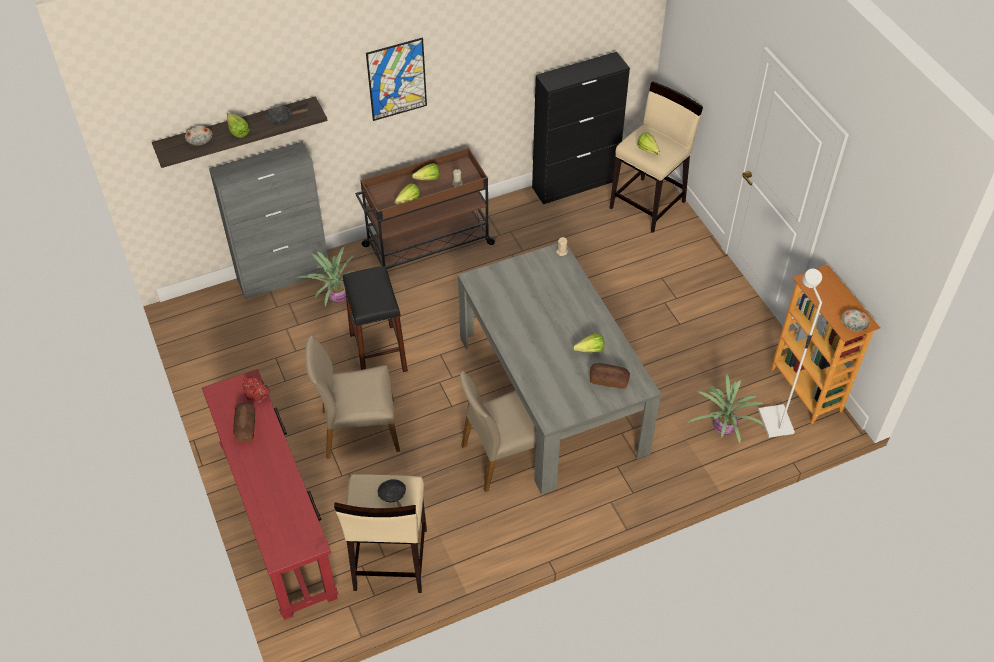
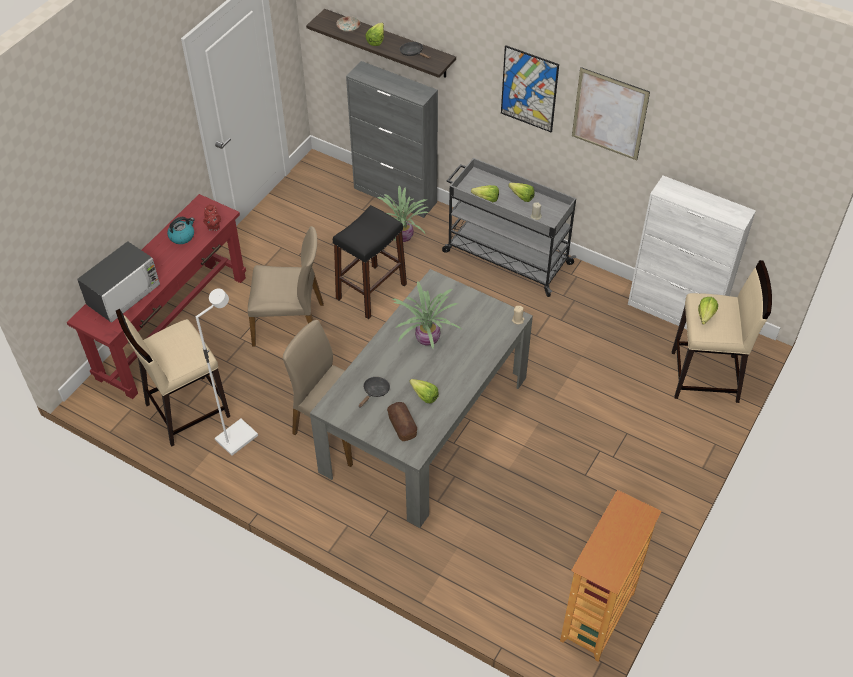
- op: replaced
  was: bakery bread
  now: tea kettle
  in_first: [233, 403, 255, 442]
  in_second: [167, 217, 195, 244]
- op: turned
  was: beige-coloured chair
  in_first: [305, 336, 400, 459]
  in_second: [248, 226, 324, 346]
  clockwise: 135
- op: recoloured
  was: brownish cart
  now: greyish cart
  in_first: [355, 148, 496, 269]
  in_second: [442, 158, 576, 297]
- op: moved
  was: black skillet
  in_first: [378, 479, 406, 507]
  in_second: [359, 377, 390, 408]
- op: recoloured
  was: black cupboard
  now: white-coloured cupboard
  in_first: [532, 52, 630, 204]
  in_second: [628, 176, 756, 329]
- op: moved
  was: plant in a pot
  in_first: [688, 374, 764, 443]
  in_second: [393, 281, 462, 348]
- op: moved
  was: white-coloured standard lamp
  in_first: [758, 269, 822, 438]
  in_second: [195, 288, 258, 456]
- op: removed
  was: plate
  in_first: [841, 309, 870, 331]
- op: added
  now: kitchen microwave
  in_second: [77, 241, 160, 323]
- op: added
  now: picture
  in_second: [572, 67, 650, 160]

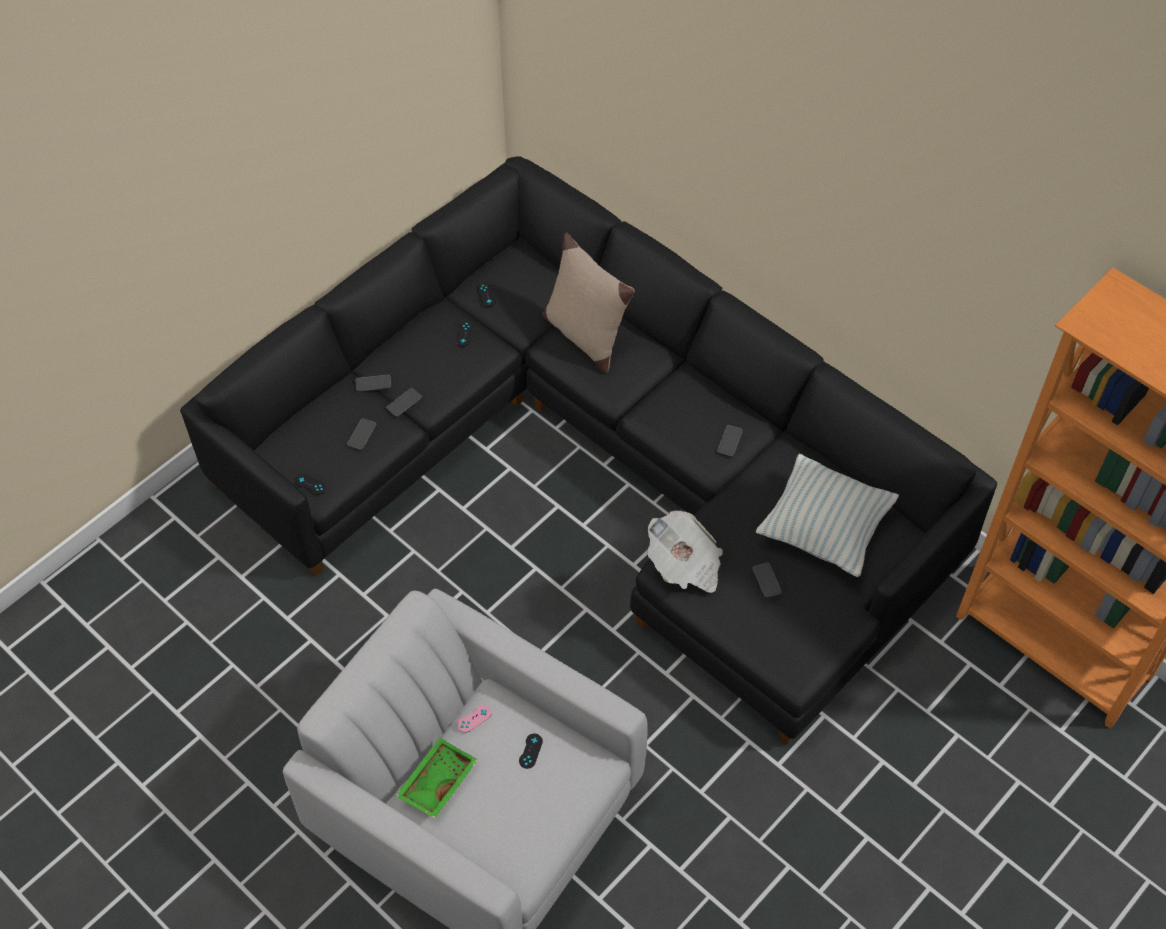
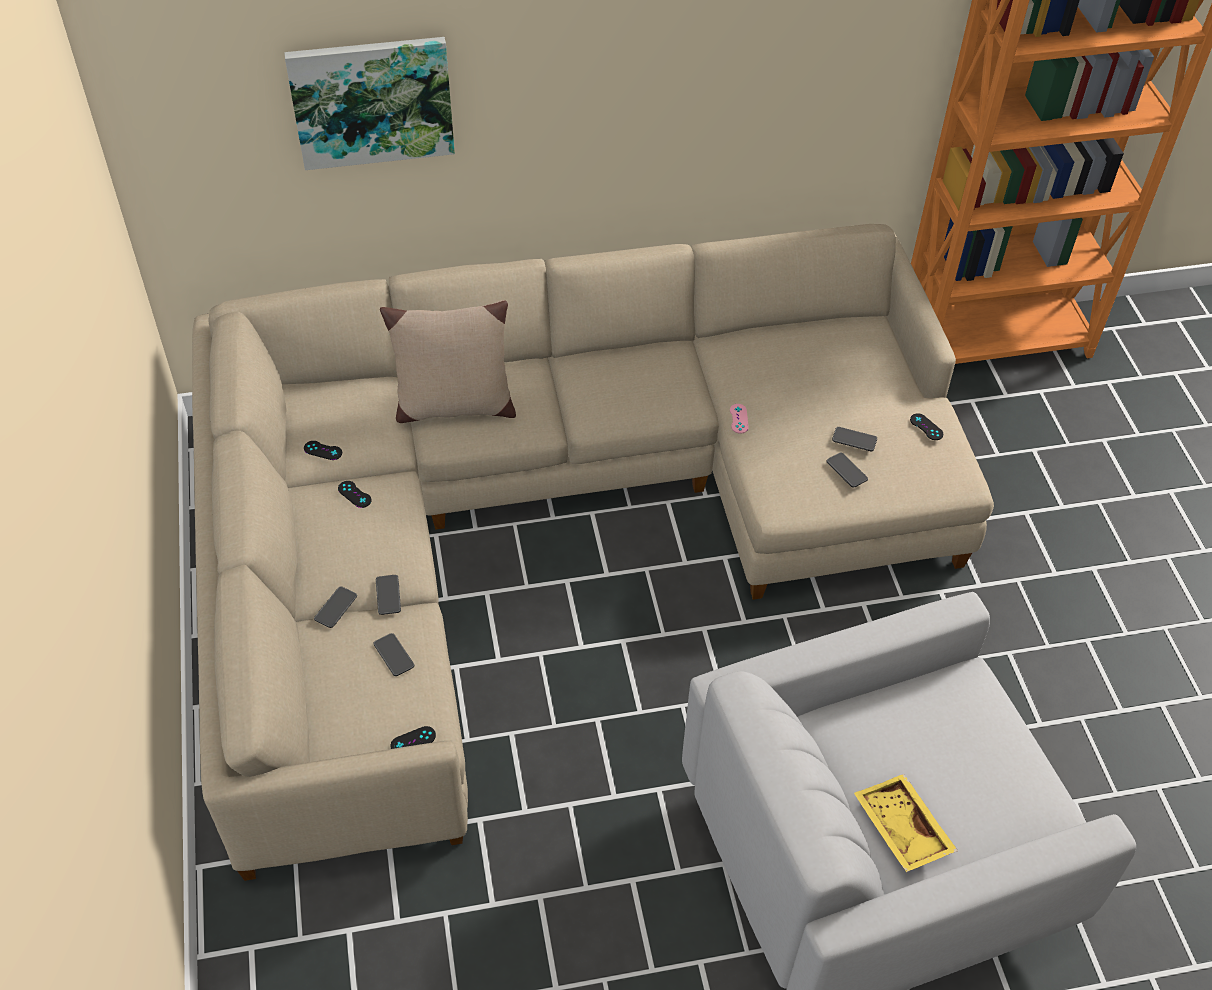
- op: recoloured
  was: black couch
  now: beige-coloured couch
  in_first: [180, 156, 997, 745]
  in_second: [192, 224, 994, 881]
- op: recoloured
  was: green carrying tray
  now: yellow carrying tray
  in_first: [395, 738, 478, 819]
  in_second: [854, 774, 958, 872]
- op: moved
  was: pink gamepad
  in_first: [457, 705, 491, 733]
  in_second: [730, 404, 749, 434]
- op: moved
  was: black gamepad
  in_first: [519, 734, 543, 769]
  in_second: [910, 413, 944, 440]
- op: removed
  was: newspaper
  in_first: [647, 511, 723, 593]
- op: moved
  was: telephone
  in_first: [717, 425, 743, 457]
  in_second: [826, 453, 868, 488]
- op: removed
  was: cushion
  in_first: [756, 454, 899, 577]
- op: added
  now: picture
  in_second: [284, 37, 455, 170]

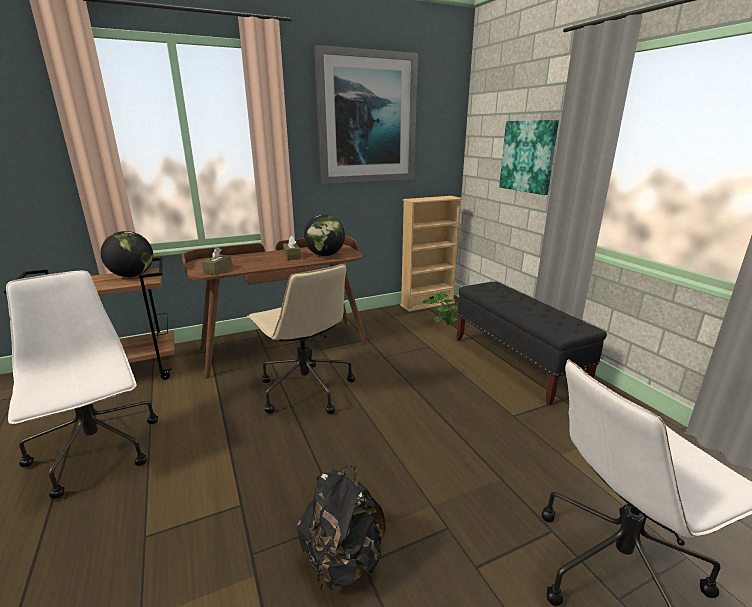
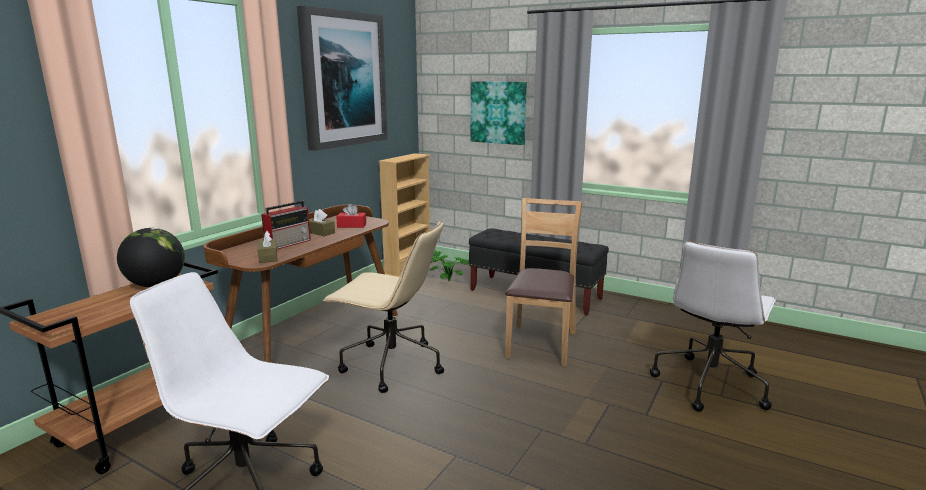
- op: removed
  was: black knapsack
  in_first: [297, 465, 386, 590]
- op: replaced
  was: globe
  now: red tissue box
  in_first: [304, 215, 345, 256]
  in_second: [336, 204, 366, 228]
- op: added
  now: radio set
  in_second: [261, 201, 311, 249]
- op: added
  now: brownish chair
  in_second: [505, 198, 583, 366]

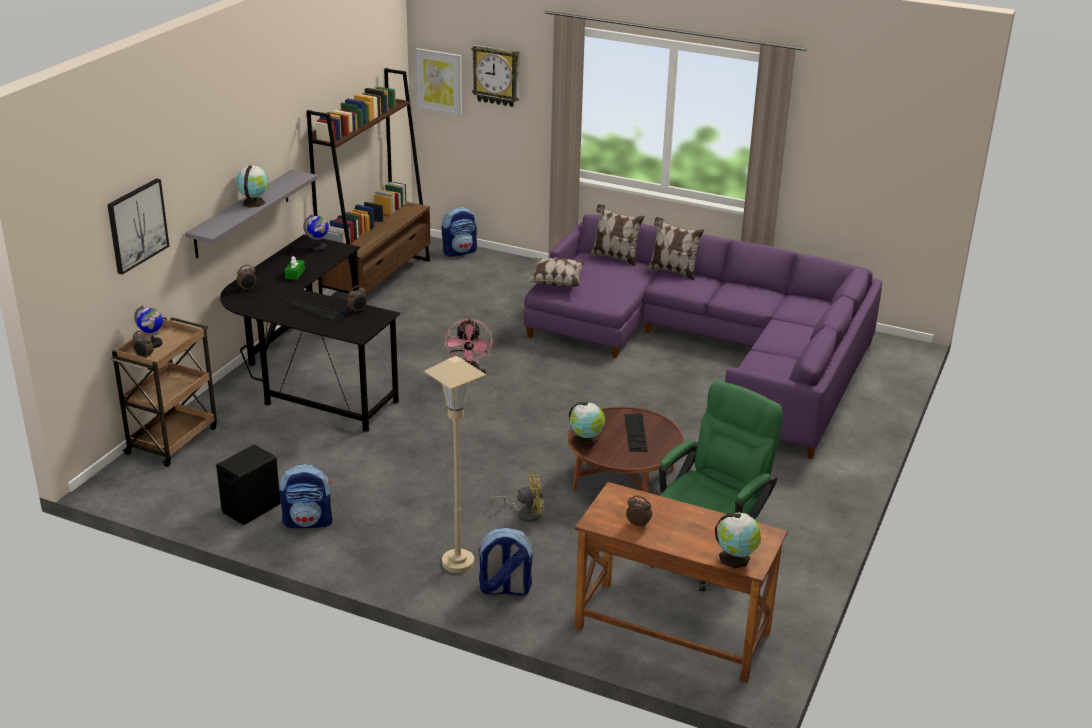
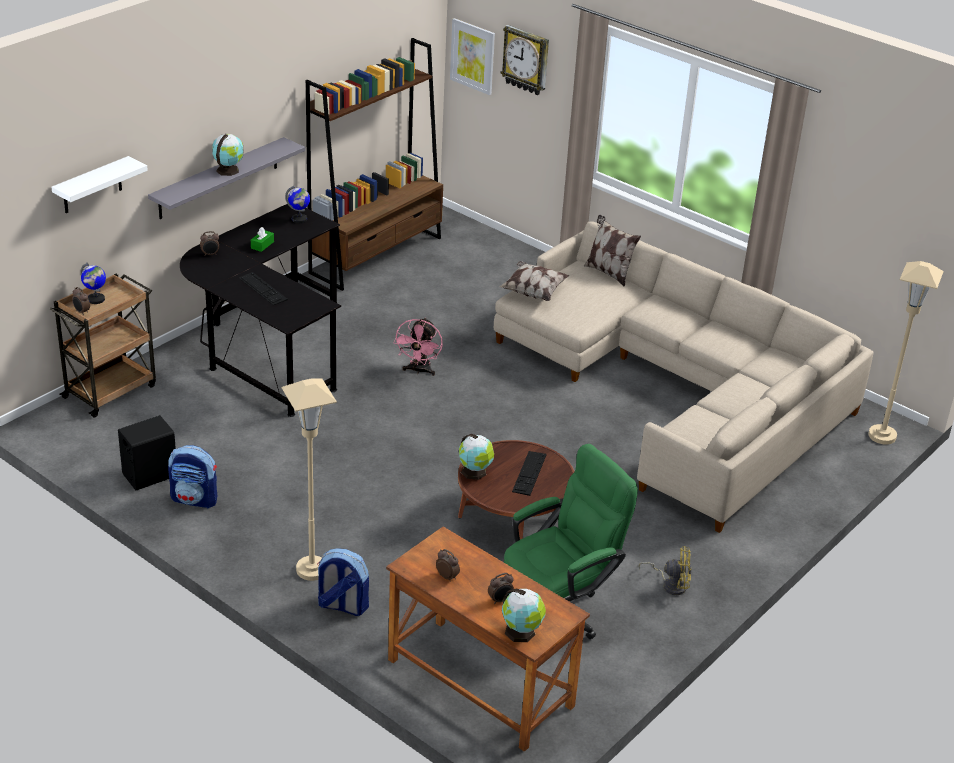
- op: replaced
  was: picture
  now: white-coloured wall shelf
  in_first: [107, 178, 169, 275]
  in_second: [51, 156, 148, 213]
- op: moved
  was: alarm clock
  in_first: [347, 286, 367, 313]
  in_second: [488, 573, 514, 604]
- op: removed
  was: knapsack
  in_first: [442, 207, 477, 257]
- op: moved
  was: yellow cooling fan
  in_first: [490, 473, 544, 522]
  in_second: [639, 546, 692, 595]
- op: recoloured
  was: purple-coloured couch
  now: beige-coloured couch
  in_first: [524, 214, 882, 459]
  in_second: [494, 222, 873, 533]
- op: removed
  was: cushion
  in_first: [647, 217, 704, 280]
- op: added
  now: beige-coloured standard lamp
  in_second: [868, 261, 944, 444]

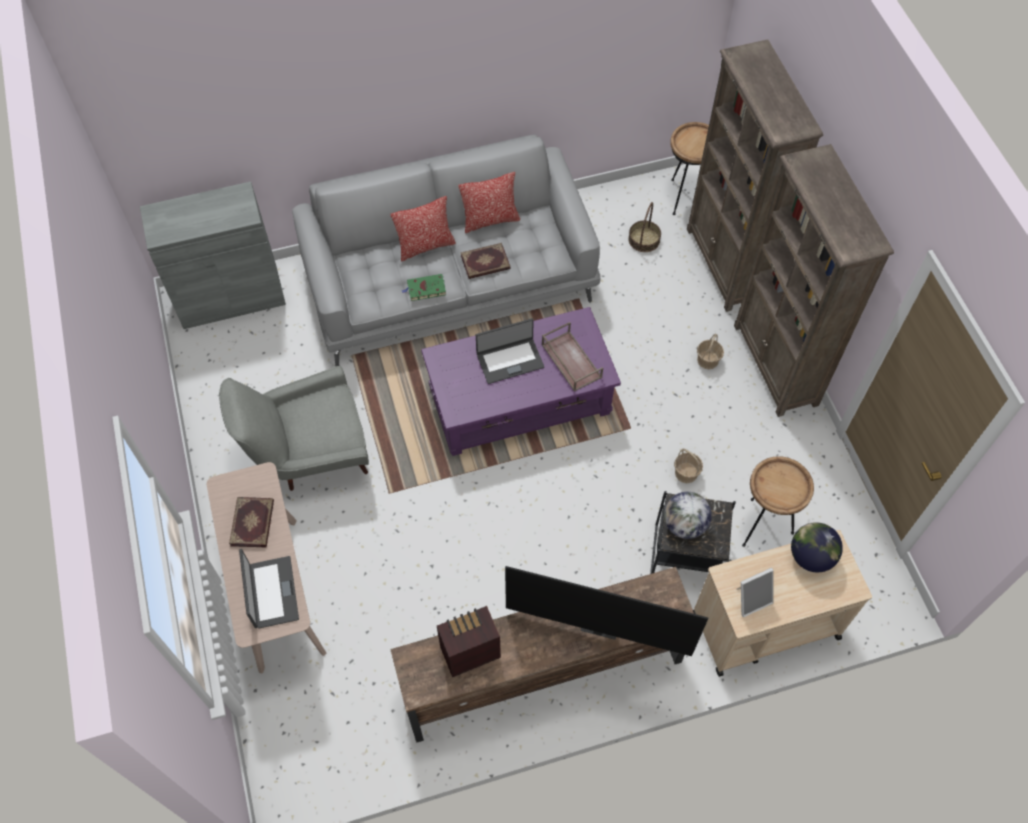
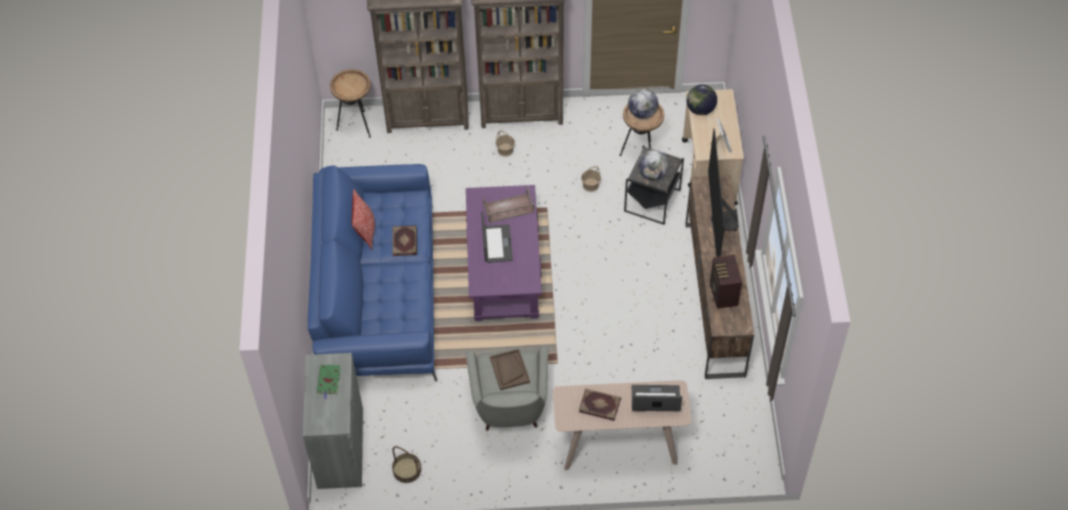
- op: recoloured
  was: greyish couch
  now: blue-coloured couch
  in_first: [292, 135, 601, 367]
  in_second: [308, 164, 438, 382]
- op: removed
  was: cushion
  in_first: [391, 196, 456, 262]
- op: moved
  was: green volume
  in_first: [401, 274, 446, 301]
  in_second: [317, 364, 341, 399]
- op: turned
  was: TV set
  in_first: [505, 566, 709, 656]
  in_second: [708, 128, 739, 257]
  clockwise: 150
- op: moved
  was: basket
  in_first: [628, 202, 661, 252]
  in_second: [392, 446, 421, 483]
- op: added
  now: brownish carrying tray
  in_second: [490, 349, 530, 390]
- op: added
  now: globe
  in_second: [628, 88, 658, 119]

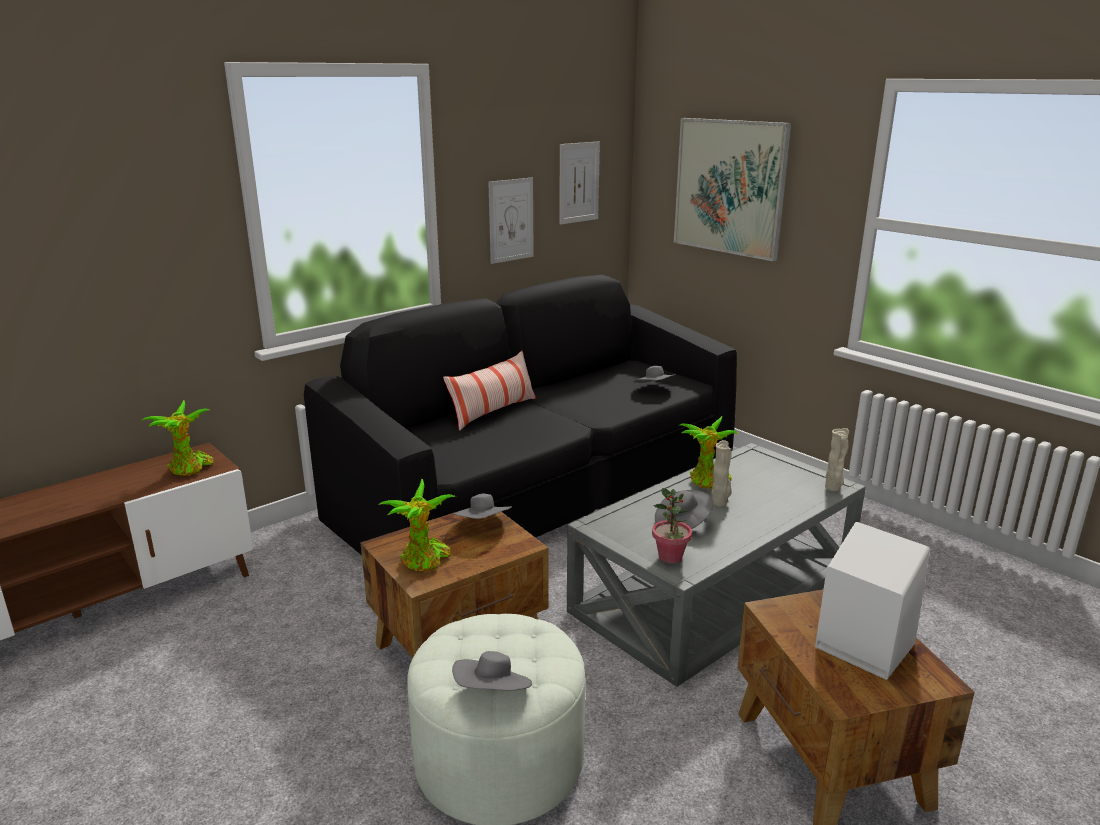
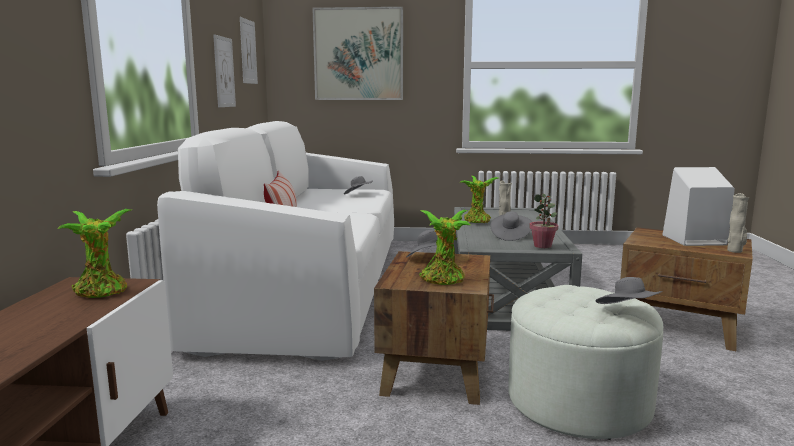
- op: recoloured
  was: black couch
  now: white-coloured couch
  in_first: [304, 275, 737, 555]
  in_second: [157, 121, 394, 361]
- op: moved
  was: beige-coloured decorative vase
  in_first: [825, 428, 849, 491]
  in_second: [727, 193, 749, 253]

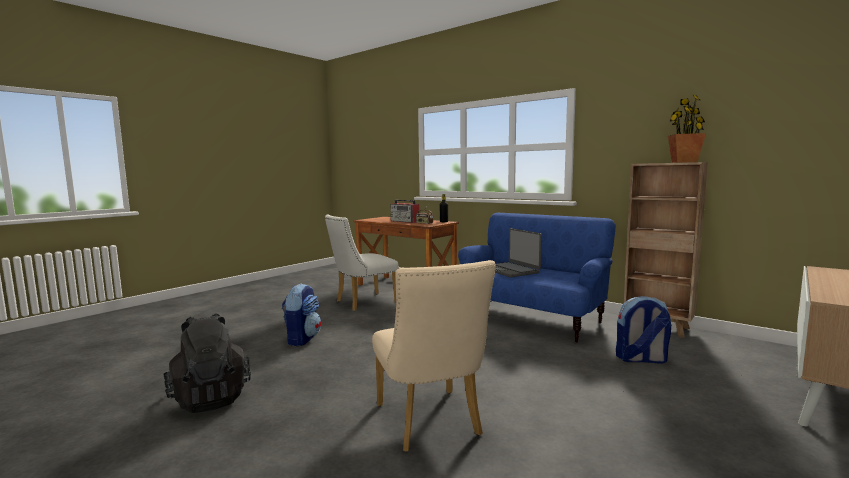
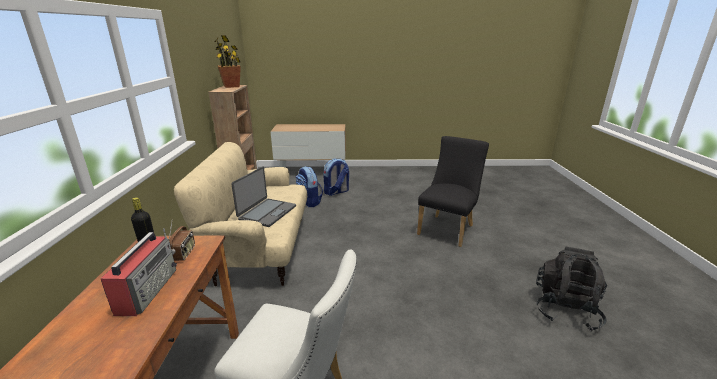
- op: moved
  was: knapsack
  in_first: [282, 283, 322, 346]
  in_second: [323, 159, 349, 196]
- op: recoloured
  was: beige-coloured chair
  now: black chair
  in_first: [372, 260, 496, 452]
  in_second: [417, 136, 489, 247]
- op: recoloured
  was: blue-coloured couch
  now: beige-coloured couch
  in_first: [458, 213, 615, 343]
  in_second: [174, 142, 307, 286]

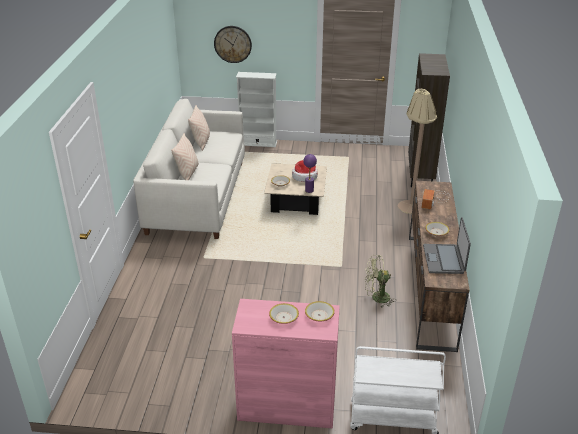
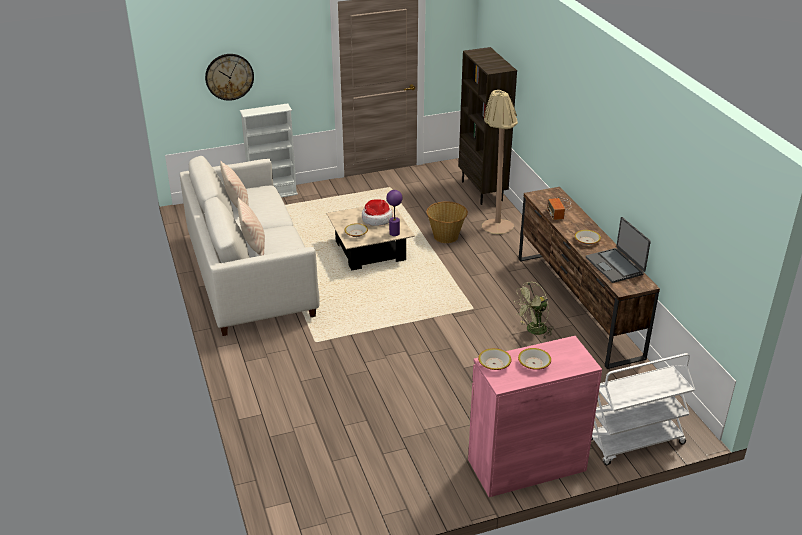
- op: moved
  was: bowl
  in_first: [305, 301, 335, 322]
  in_second: [478, 348, 511, 370]
- op: added
  now: basket
  in_second: [427, 201, 468, 243]

